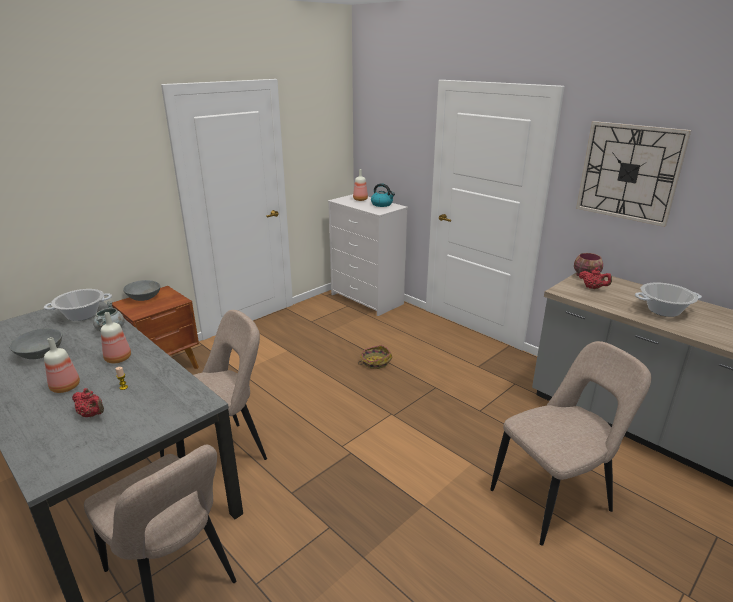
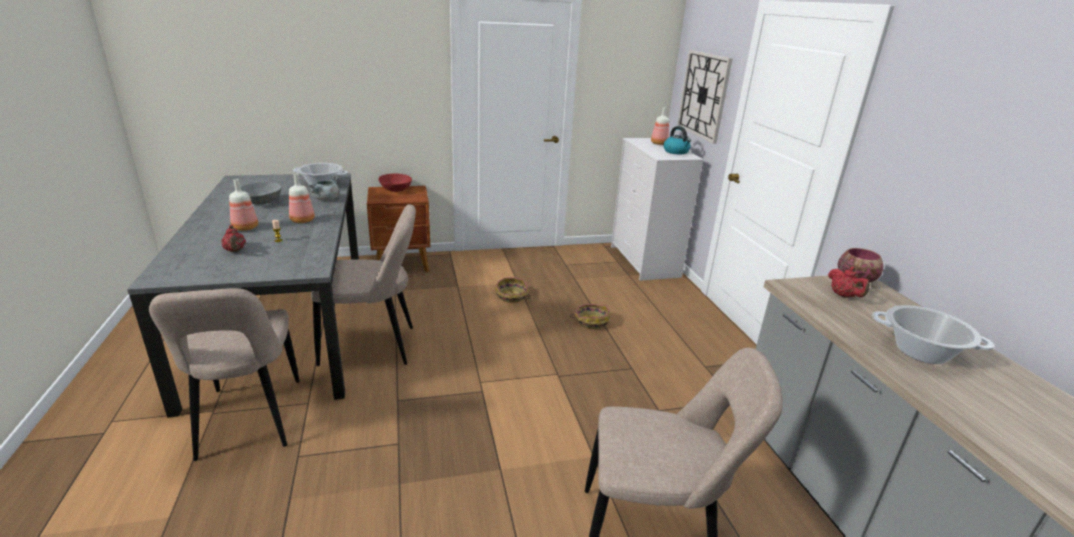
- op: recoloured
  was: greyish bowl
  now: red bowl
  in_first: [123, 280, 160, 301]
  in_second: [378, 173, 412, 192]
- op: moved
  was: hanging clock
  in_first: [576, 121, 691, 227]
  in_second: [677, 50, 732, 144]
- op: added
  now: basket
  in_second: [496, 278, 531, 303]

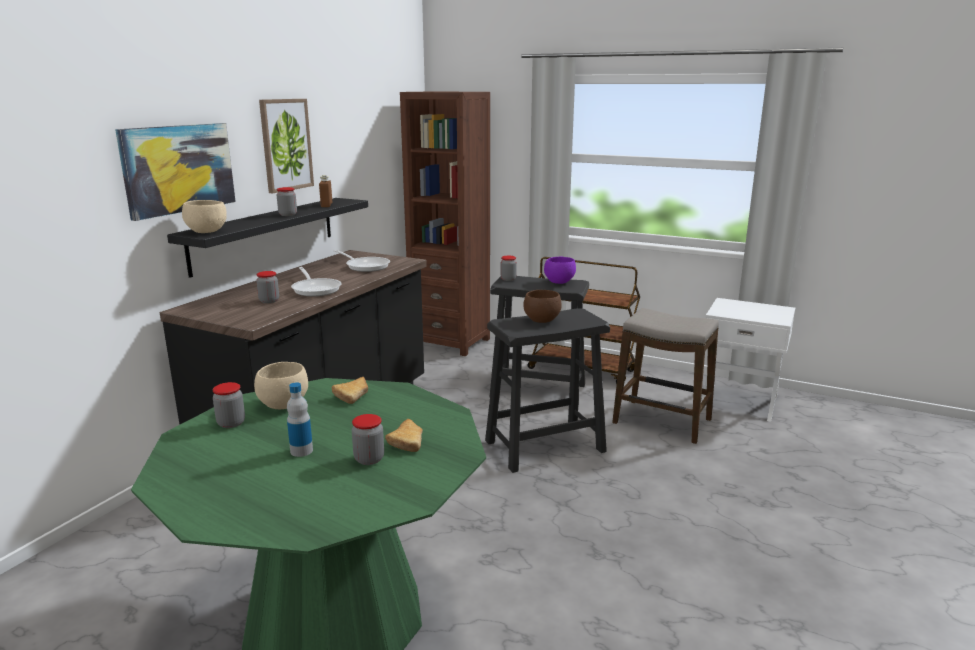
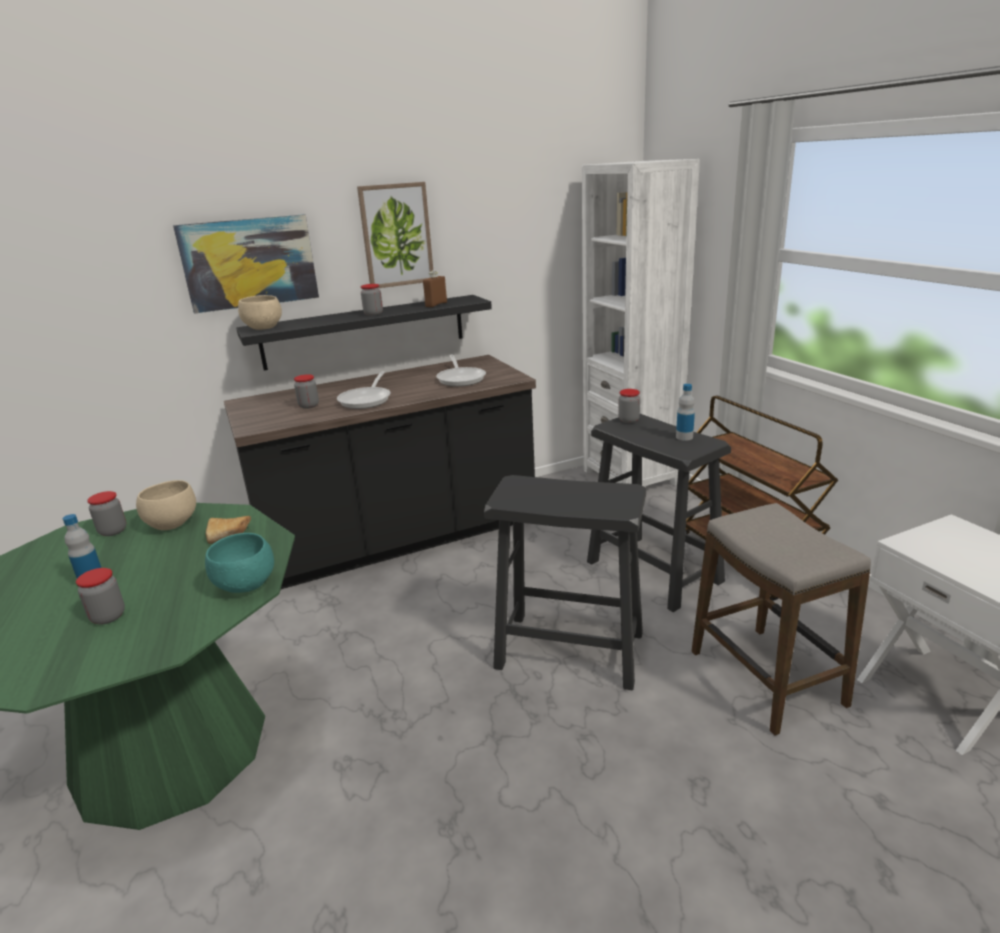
- op: removed
  was: bakery bread
  in_first: [385, 419, 423, 452]
- op: recoloured
  was: brownish bookshelf
  now: white-coloured bookshelf
  in_first: [400, 92, 490, 356]
  in_second: [582, 159, 700, 486]
- op: removed
  was: brownish bowl
  in_first: [523, 290, 562, 323]
- op: replaced
  was: purple-coloured bowl
  now: beverage bottle
  in_first: [544, 257, 576, 284]
  in_second: [676, 384, 695, 441]
- op: added
  now: blue-green bowl
  in_second: [205, 533, 274, 593]

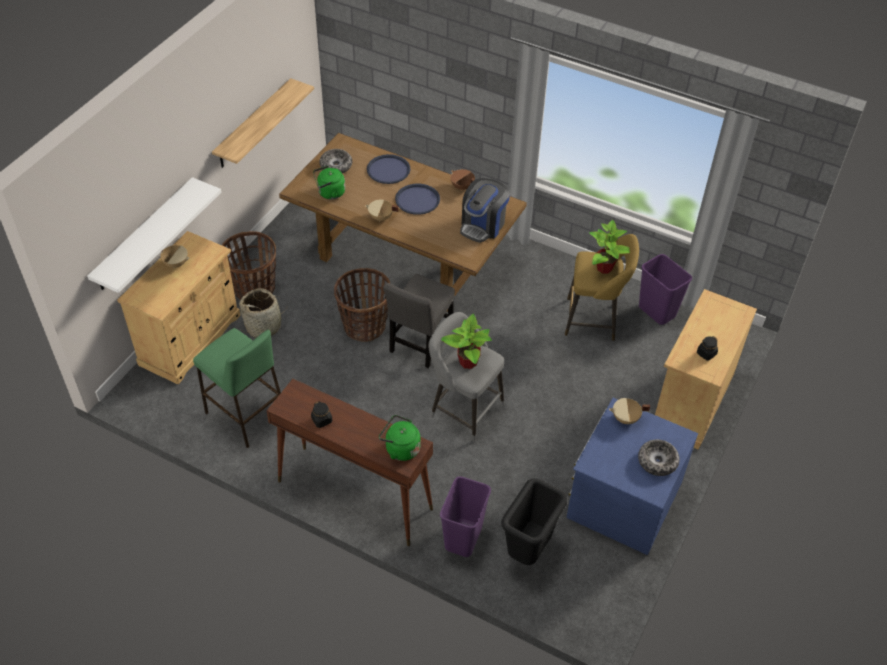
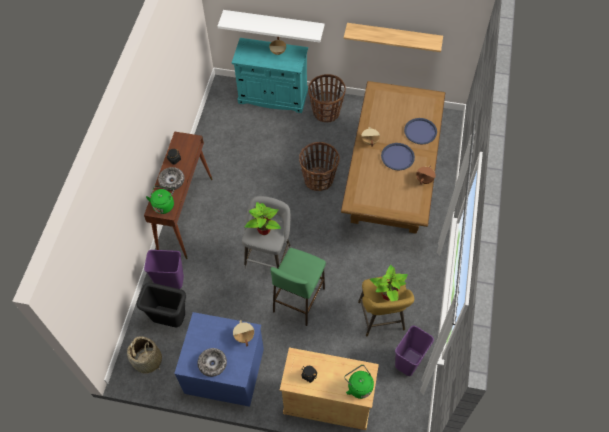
- op: recoloured
  was: beige-coloured cupboard
  now: blue-green cupboard
  in_first: [117, 231, 241, 384]
  in_second: [232, 38, 308, 113]
- op: moved
  was: green stool
  in_first: [193, 328, 281, 448]
  in_second: [270, 248, 326, 326]
- op: moved
  was: basket
  in_first: [239, 288, 286, 338]
  in_second: [127, 336, 162, 374]
- op: moved
  was: green tea kettle
  in_first: [313, 166, 345, 199]
  in_second: [344, 365, 374, 399]
- op: moved
  was: bowl
  in_first: [320, 149, 352, 173]
  in_second: [158, 167, 185, 191]
- op: removed
  was: greyish chair
  in_first: [383, 274, 455, 368]
- op: removed
  was: coffee maker
  in_first: [460, 178, 510, 243]

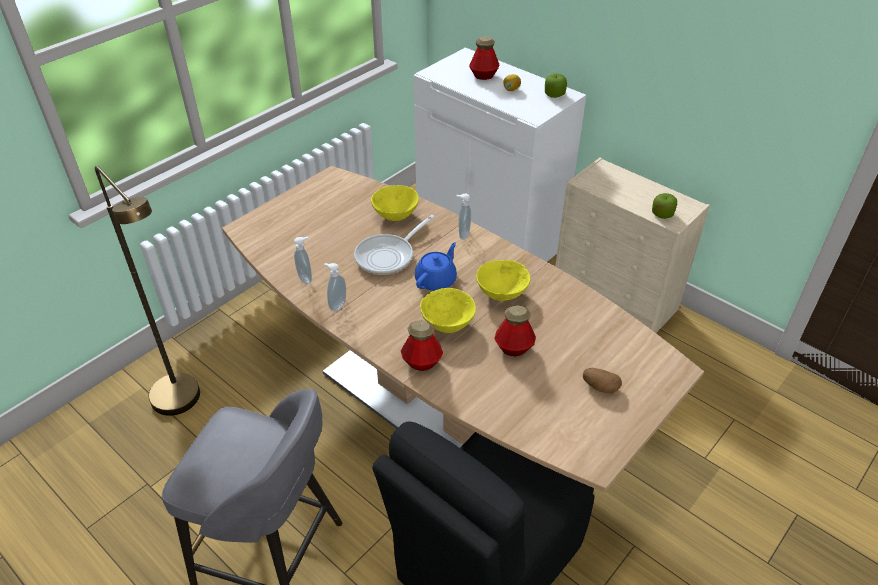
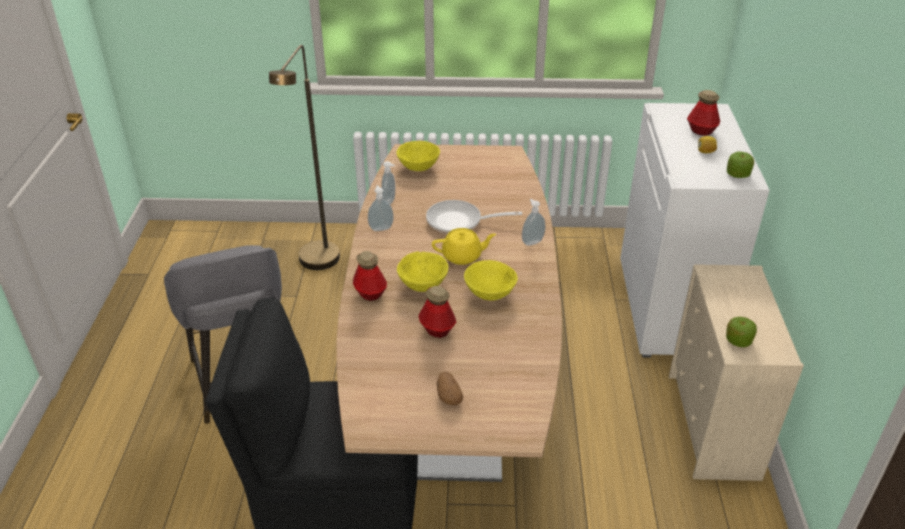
- op: moved
  was: yellow bowl
  in_first: [371, 185, 419, 221]
  in_second: [396, 141, 440, 171]
- op: recoloured
  was: blue-coloured pot for tea
  now: yellow pot for tea
  in_first: [415, 242, 457, 291]
  in_second: [432, 228, 496, 265]

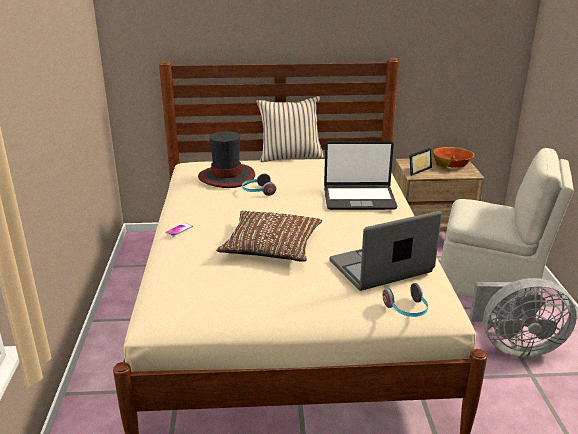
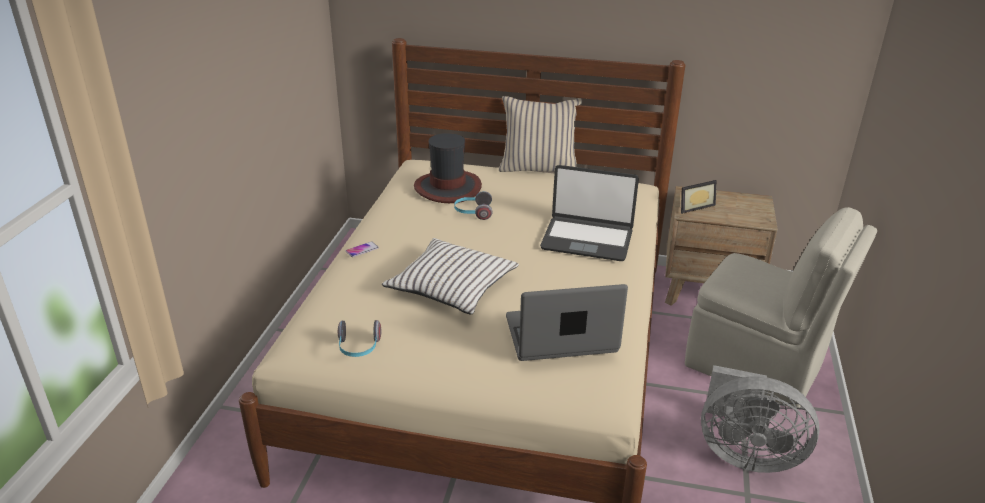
- op: recoloured
  was: brownish cushion
  now: white-coloured cushion
  in_first: [216, 211, 322, 262]
  in_second: [382, 238, 519, 315]
- op: moved
  was: pair of headphones
  in_first: [383, 283, 428, 317]
  in_second: [338, 320, 381, 357]
- op: removed
  was: bowl
  in_first: [433, 147, 475, 169]

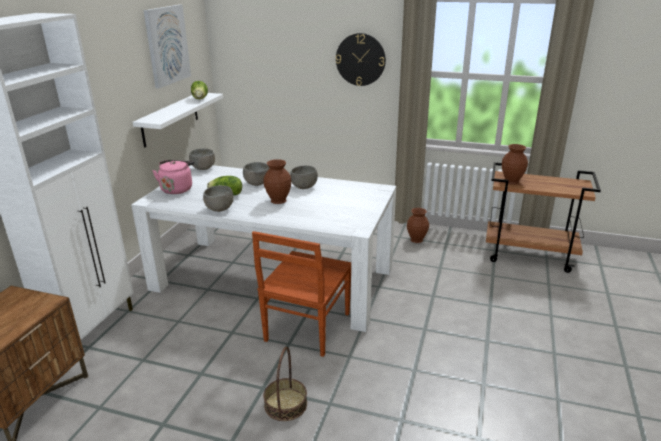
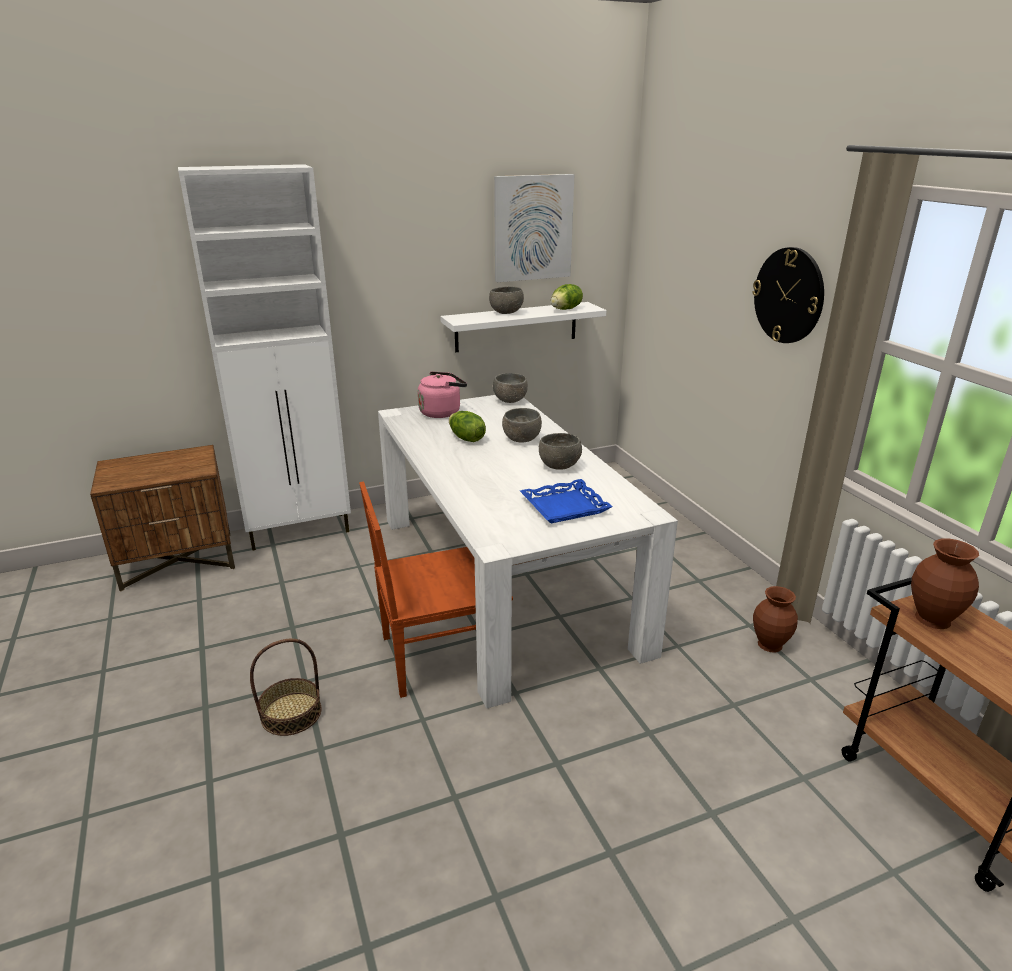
- op: moved
  was: greyish bowl
  in_first: [203, 185, 234, 212]
  in_second: [489, 286, 524, 314]
- op: removed
  was: brownish decorative vase
  in_first: [263, 159, 291, 204]
- op: added
  now: blue-coloured carrying tray
  in_second: [520, 479, 613, 524]

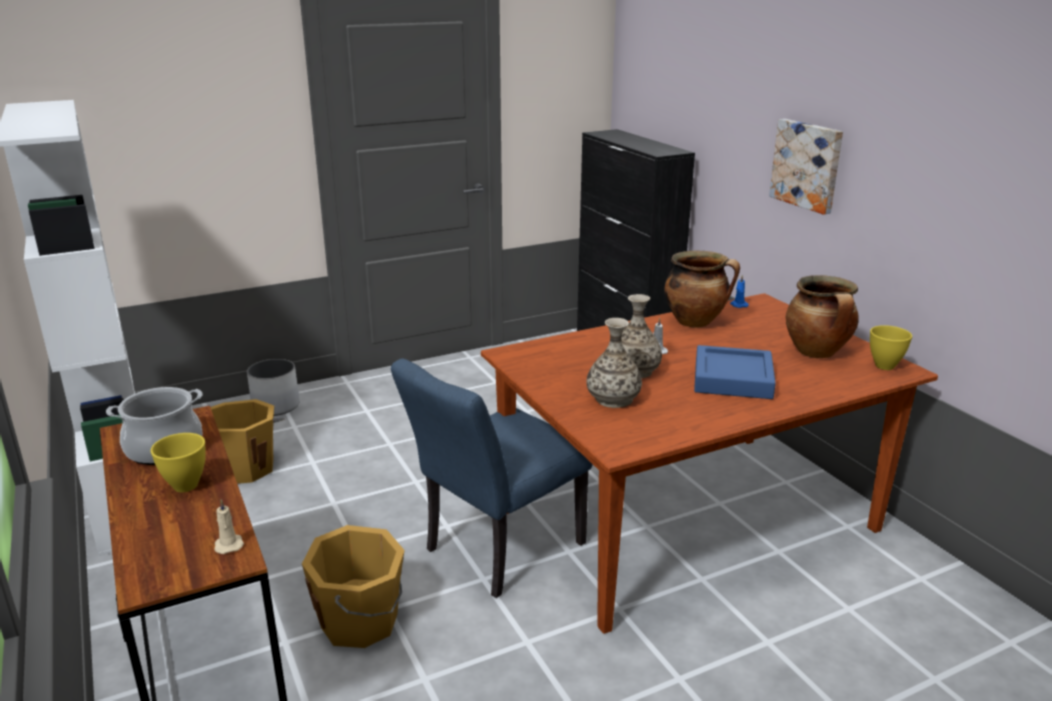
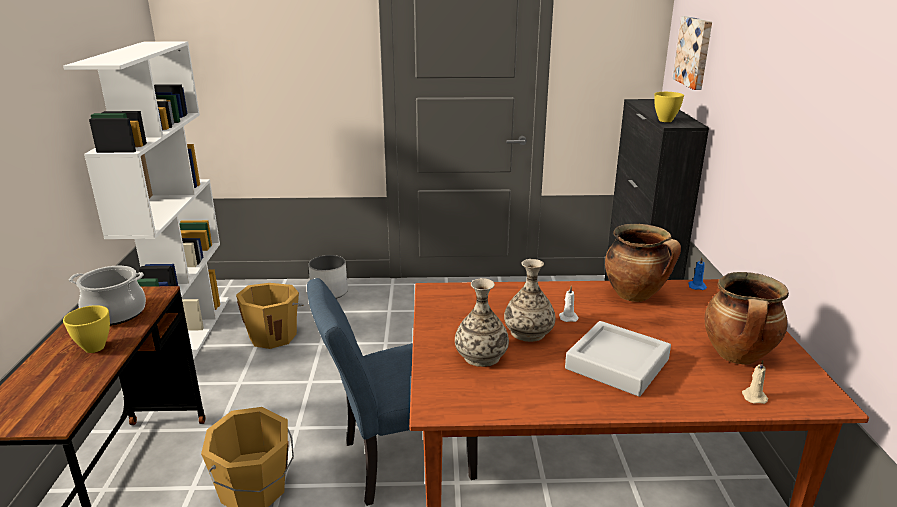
- op: moved
  was: beige-coloured candle
  in_first: [215, 499, 244, 554]
  in_second: [742, 360, 768, 404]
- op: recoloured
  was: blue-coloured carrying tray
  now: greyish carrying tray
  in_first: [694, 345, 776, 399]
  in_second: [565, 321, 671, 397]
- op: moved
  was: picture
  in_first: [769, 119, 843, 215]
  in_second: [673, 16, 712, 90]
- op: moved
  was: yellow bowl
  in_first: [870, 325, 912, 370]
  in_second: [654, 92, 684, 122]

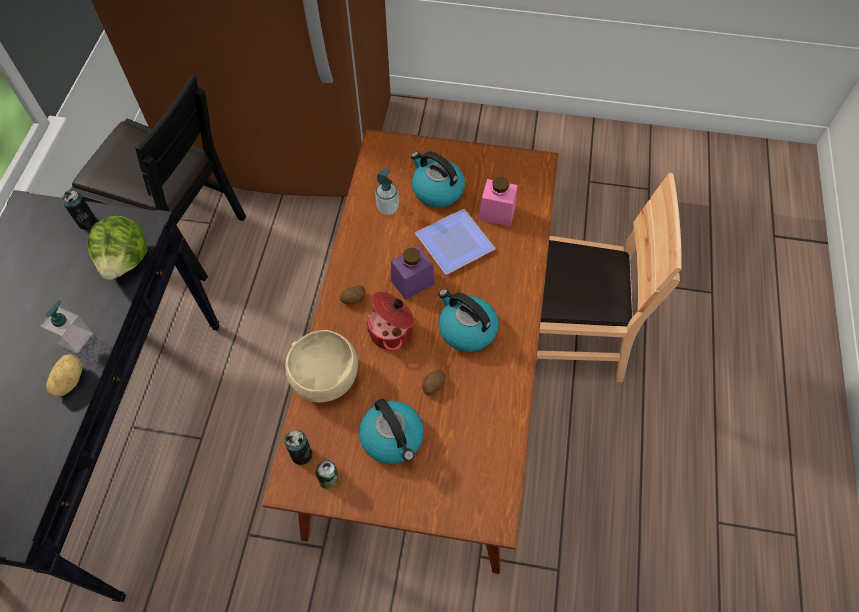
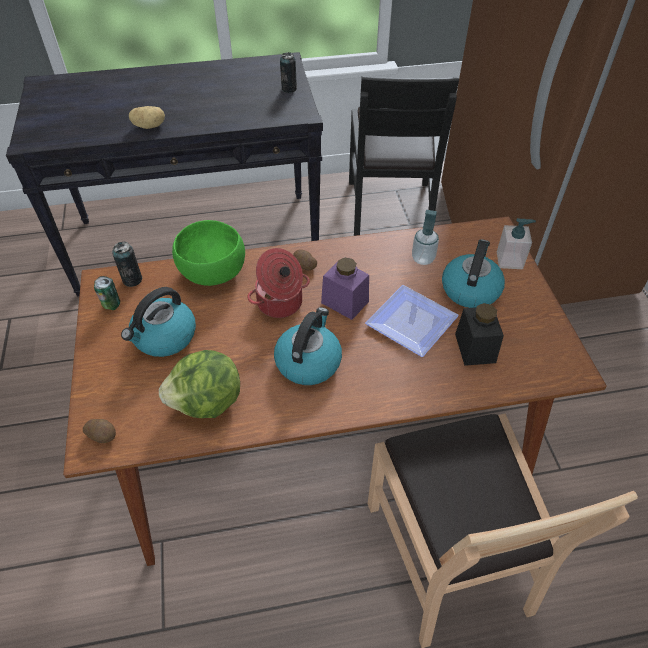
- op: moved
  was: soap dispenser
  in_first: [40, 300, 93, 353]
  in_second: [497, 218, 536, 269]
- op: moved
  was: lettuce head
  in_first: [87, 216, 148, 280]
  in_second: [159, 350, 240, 418]
- op: recoloured
  was: beige-coloured bowl
  now: green bowl
  in_first: [285, 330, 358, 403]
  in_second: [172, 220, 245, 286]
- op: moved
  was: whole potato
  in_first: [422, 370, 446, 396]
  in_second: [83, 419, 116, 443]
- op: recoloured
  was: pink storage jar
  now: black storage jar
  in_first: [478, 177, 518, 226]
  in_second: [455, 303, 504, 366]

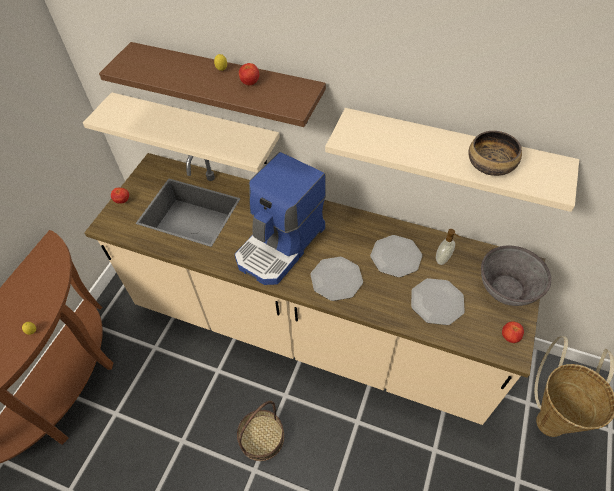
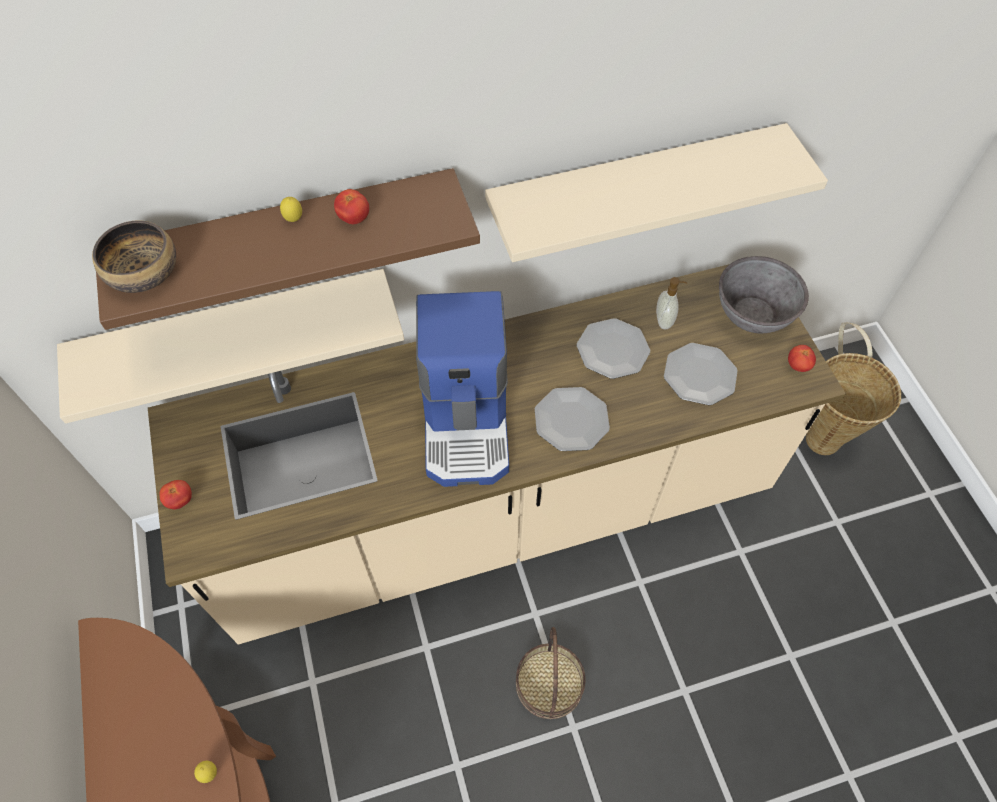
- op: moved
  was: bowl
  in_first: [468, 131, 522, 176]
  in_second: [92, 220, 176, 293]

